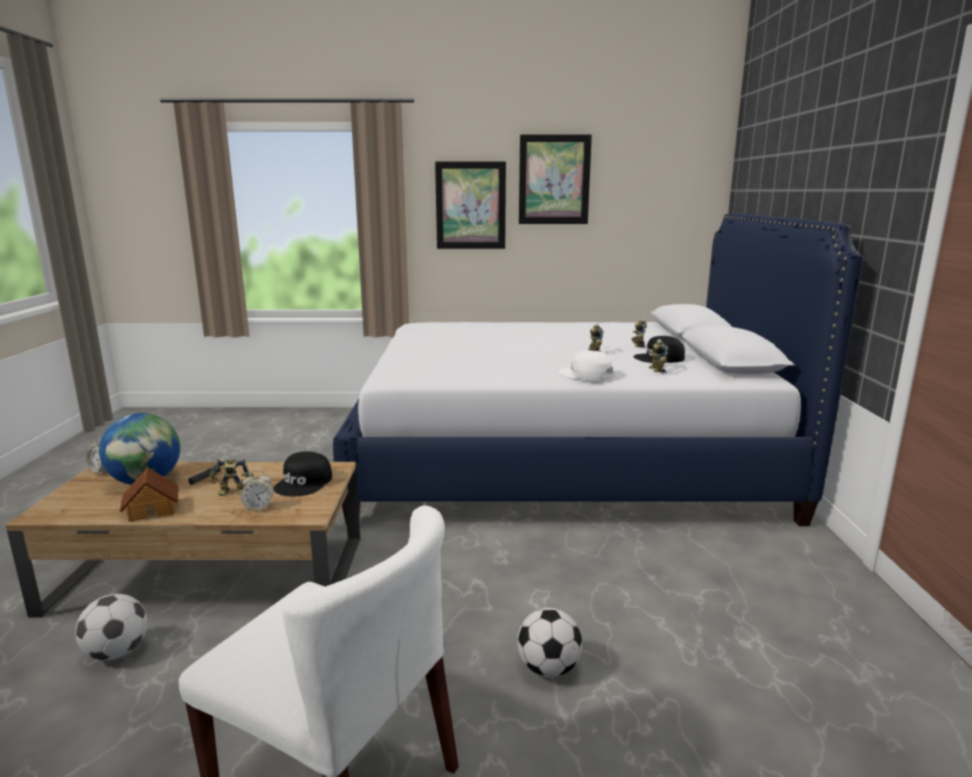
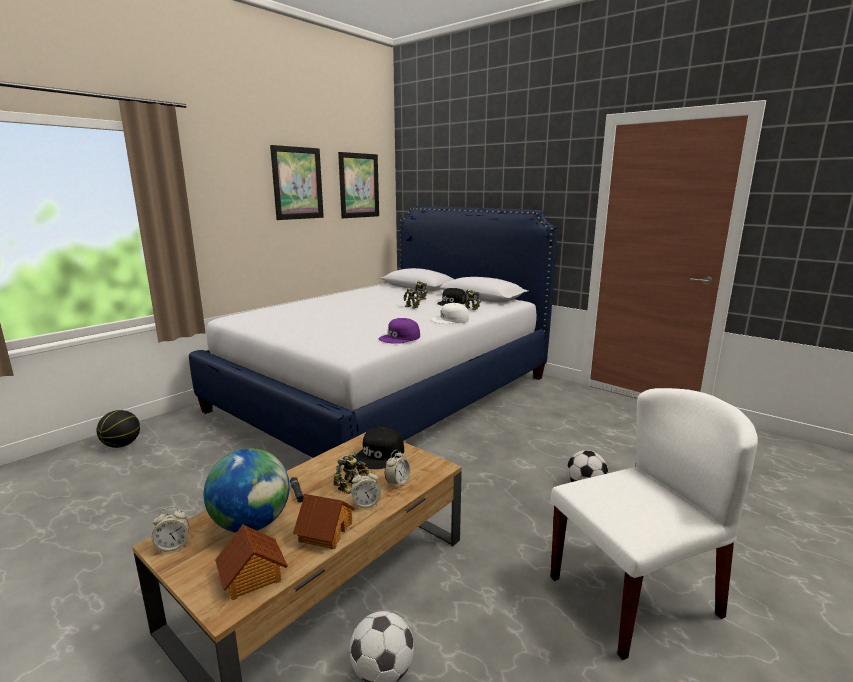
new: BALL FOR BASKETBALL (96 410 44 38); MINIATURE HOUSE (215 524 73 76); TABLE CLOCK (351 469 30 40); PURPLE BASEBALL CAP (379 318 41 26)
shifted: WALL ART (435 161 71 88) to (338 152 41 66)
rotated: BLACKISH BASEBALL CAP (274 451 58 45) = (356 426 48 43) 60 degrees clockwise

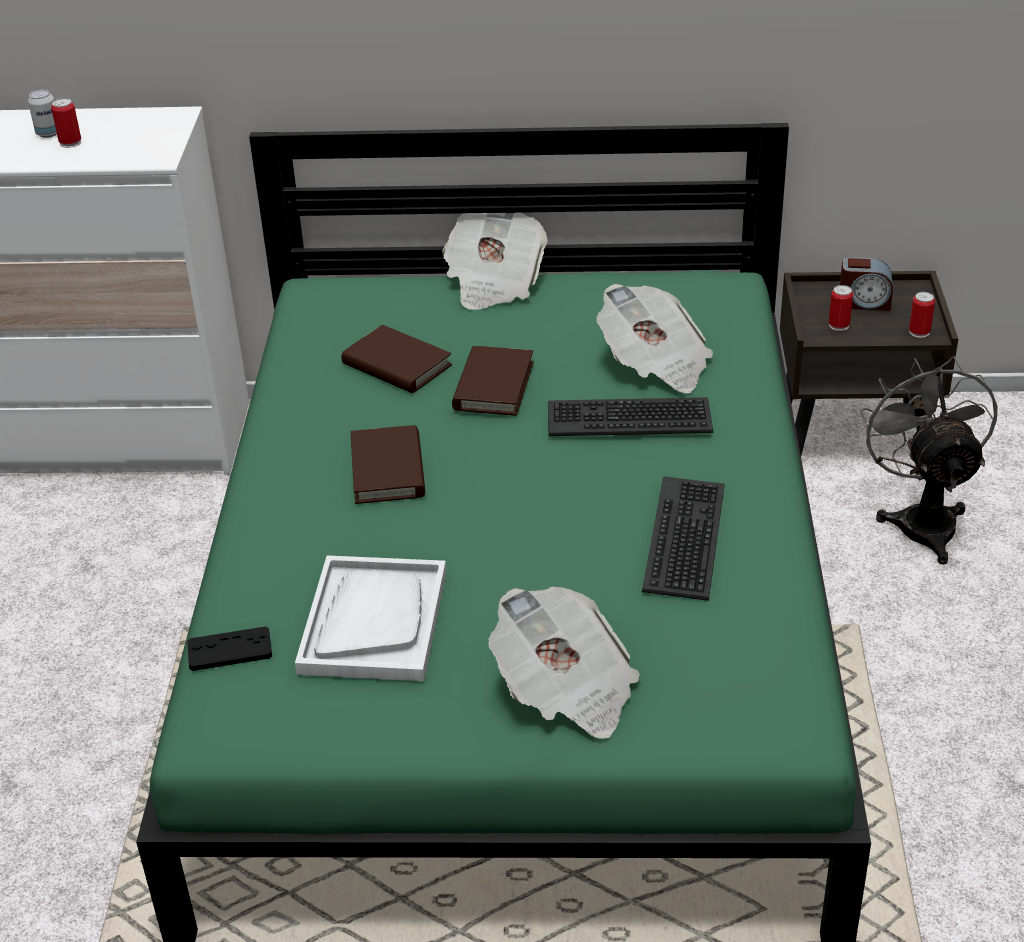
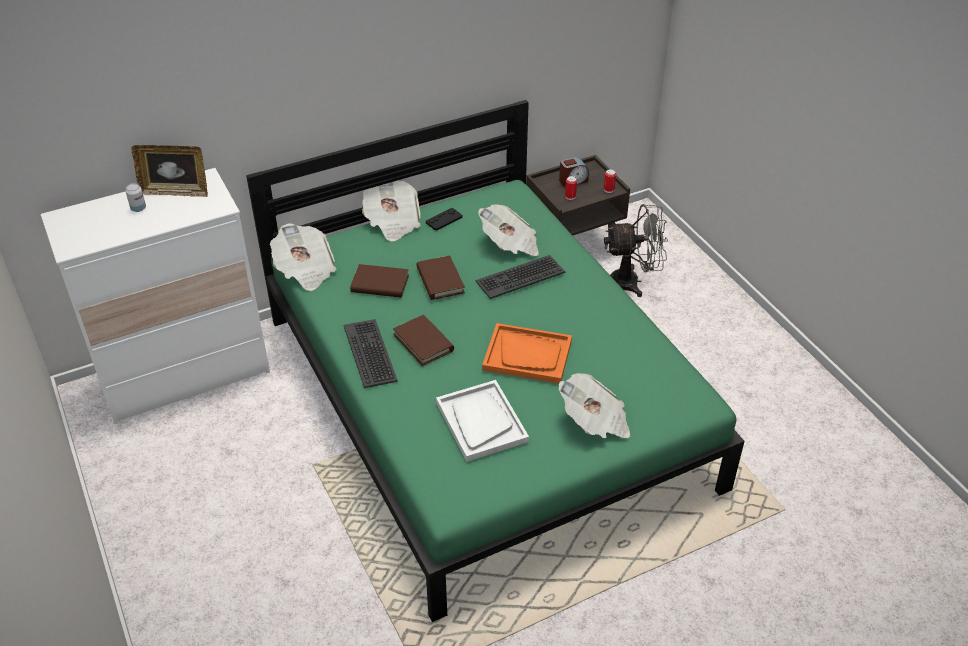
gone: METAL CAN (51 98 30 50)
new: STANDING FRAME (132 145 76 52); NEWSPAPER (270 223 67 68); ORANGE SERVING TRAY (482 323 90 61)
shifted: KEYBOARD (642 476 83 125) to (344 319 54 69); BLACKISH GAMEPAD (187 626 85 45) to (426 208 36 23)
rotated: GRAY ELECTRIC FAN (860 356 138 209) = (604 204 64 93) 120 degrees clockwise

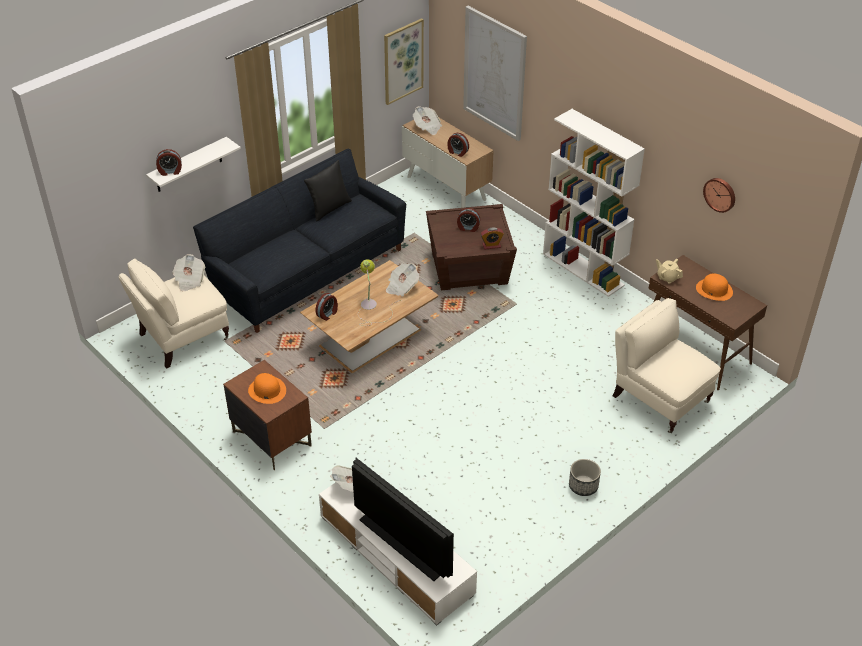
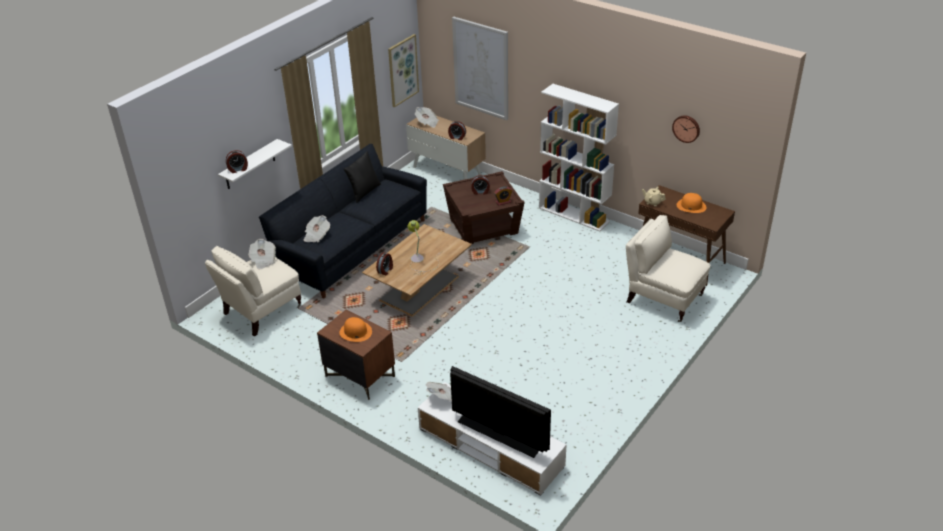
gone: FLOWER POT (569 459 32 37)
shifted: NEWSPAPER (386 263 33 34) to (304 215 26 28)

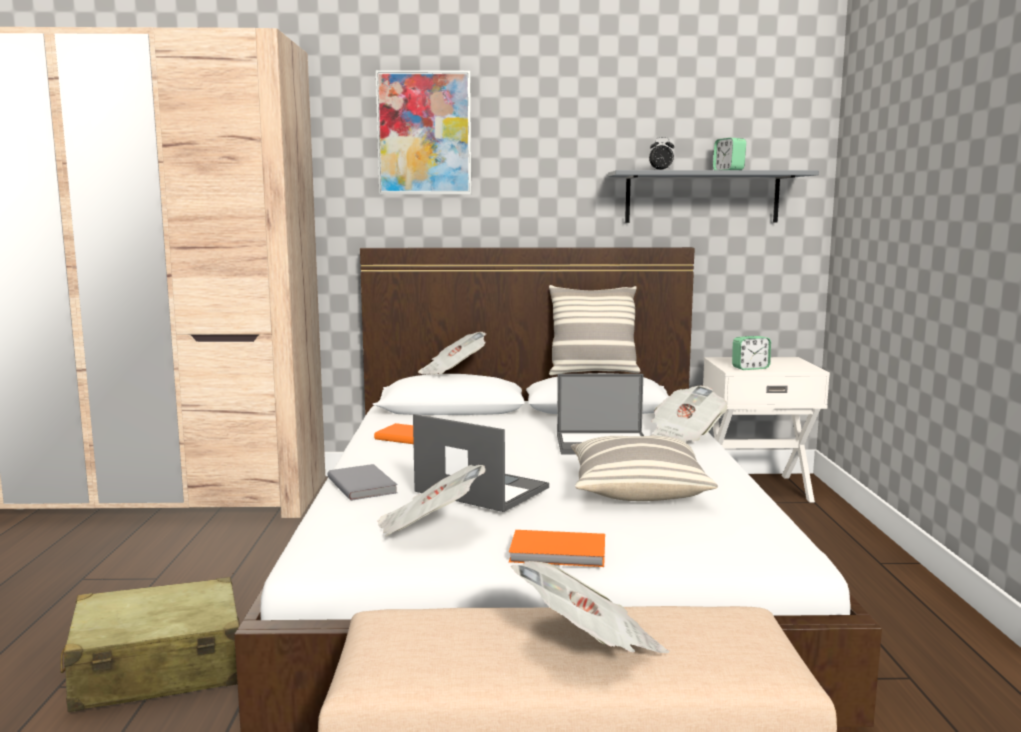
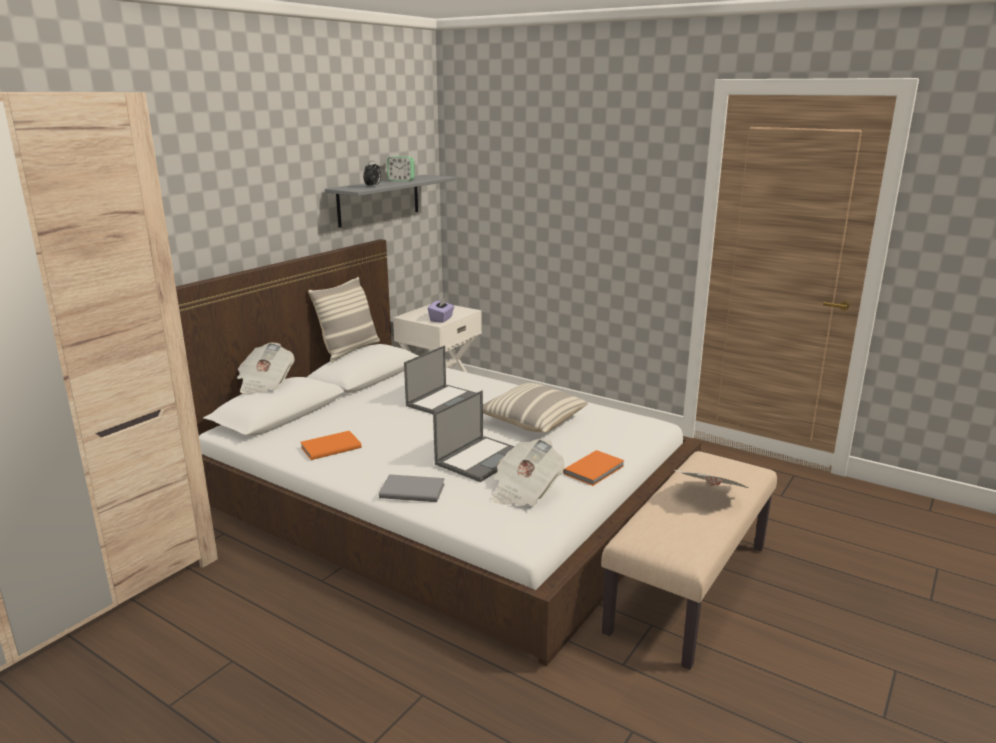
gone: BEIGE SUITCASE (61 577 179 135); WALL ART (376 70 95 124); NEWSPAPER (651 386 76 56)
swapped: TABLE CLOCK (732 336 39 34) to PURPLE TISSUE HOLDER (428 298 27 25)
rotated: LAPTOP (413 414 136 98) = (433 390 81 92) 150 degrees clockwise

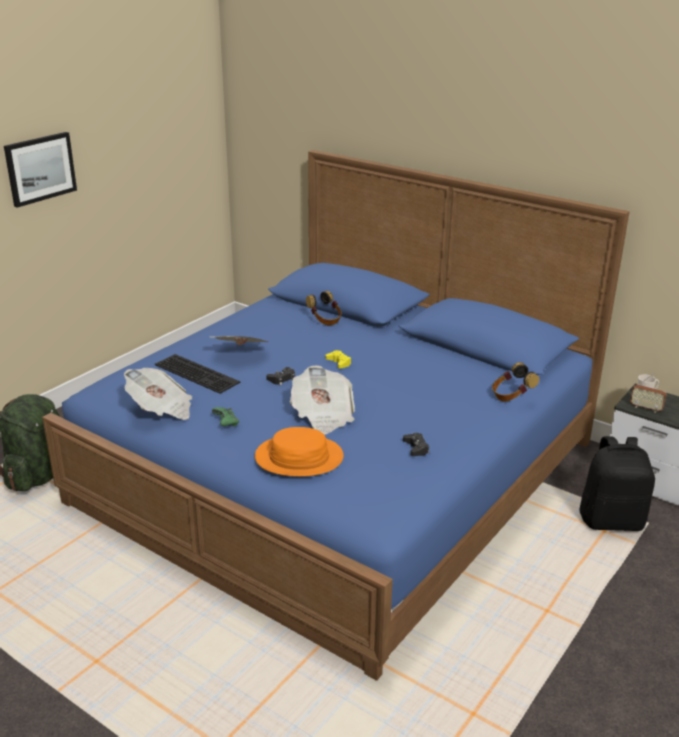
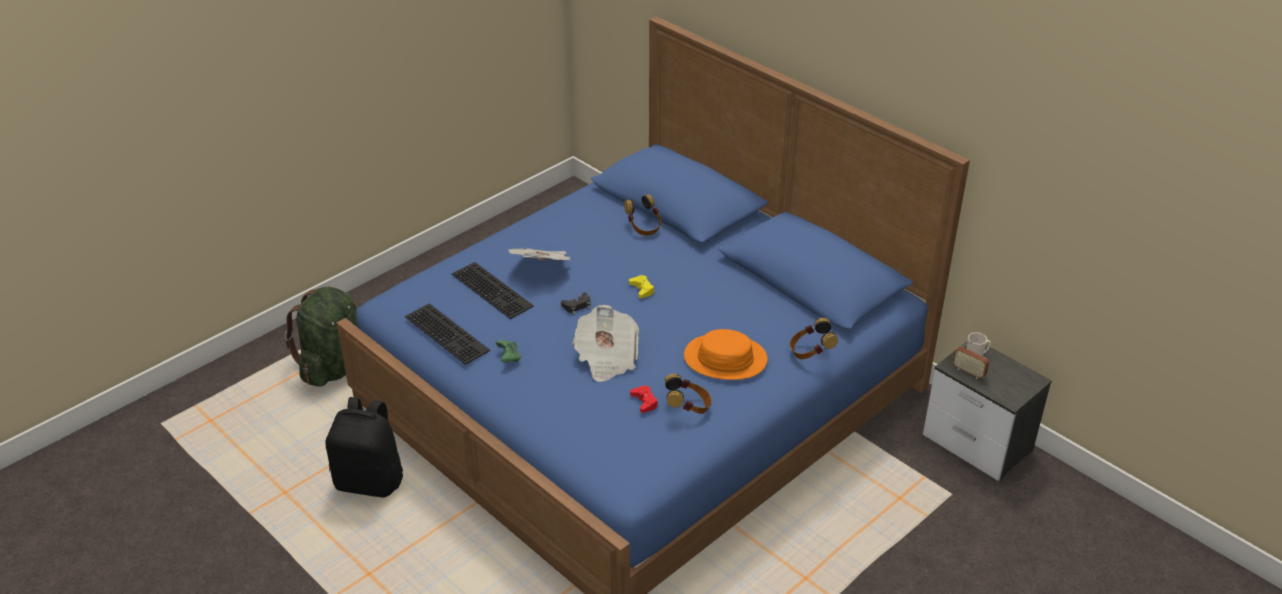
gone: WALL ART (4 132 73 76)
new: RED-COLOURED GAMEPAD (630 386 28 27)
shifted: BLACKISH RUCKSACK (579 436 76 95) to (325 397 78 100); ORANGE WEARABLE HAT (255 427 89 49) to (684 329 84 51)
swapped: NEWSPAPER (124 368 68 52) to KEYBOARD (405 303 85 62); BLACKISH GAMEPAD (403 433 26 23) to PAIR OF HEADPHONES (665 374 47 40)

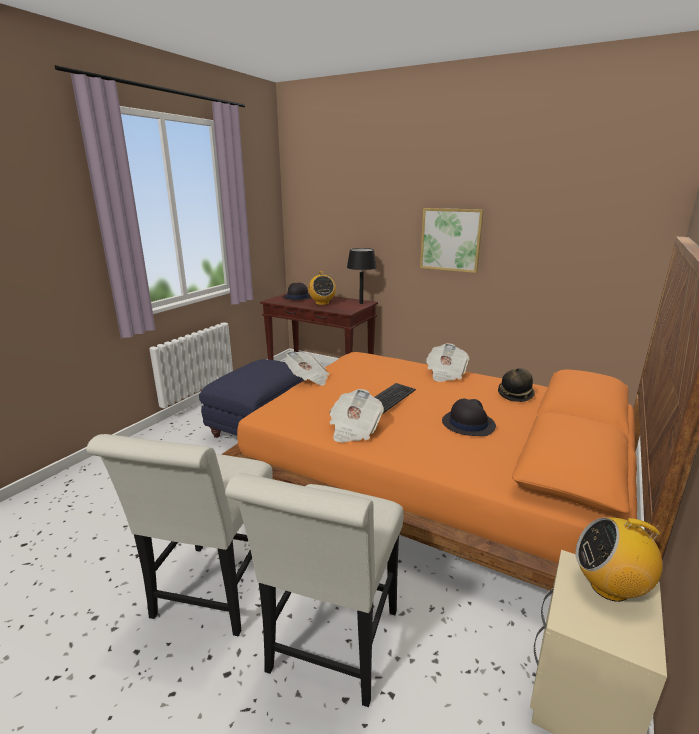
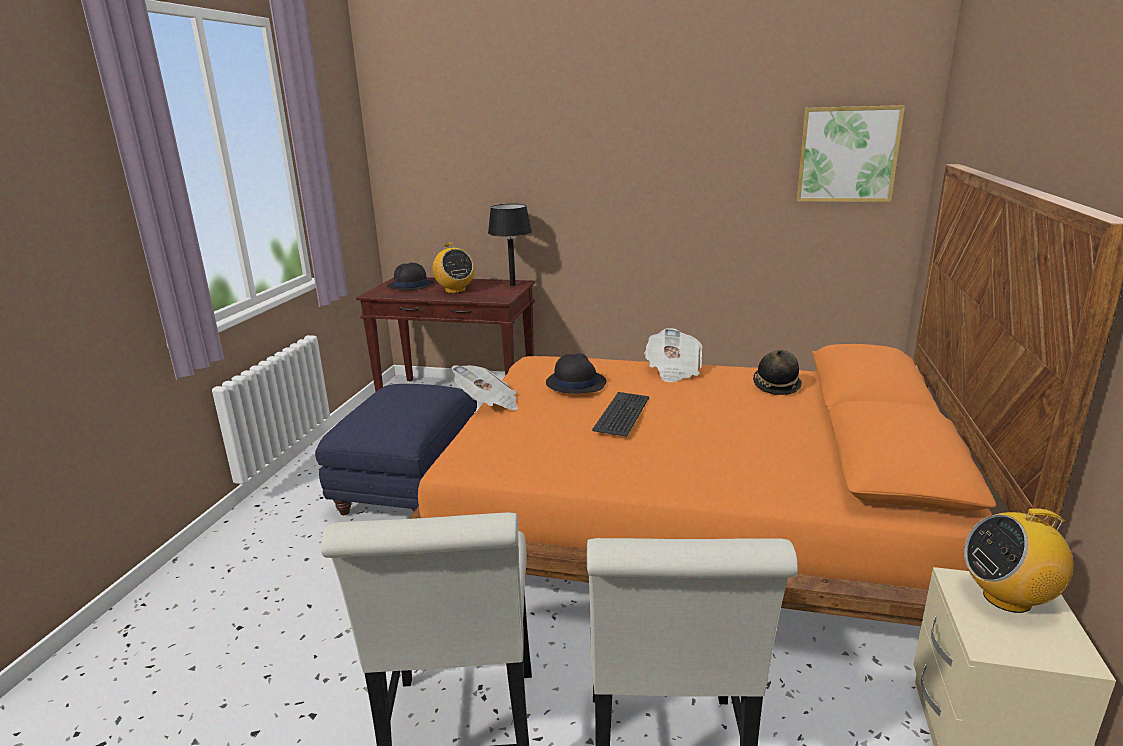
gone: NEWSPAPER (330 389 54 53)
shifted: BLACKISH WEARABLE HAT (442 398 54 38) to (546 353 60 40); WALL ART (420 208 64 65) to (796 105 109 97)

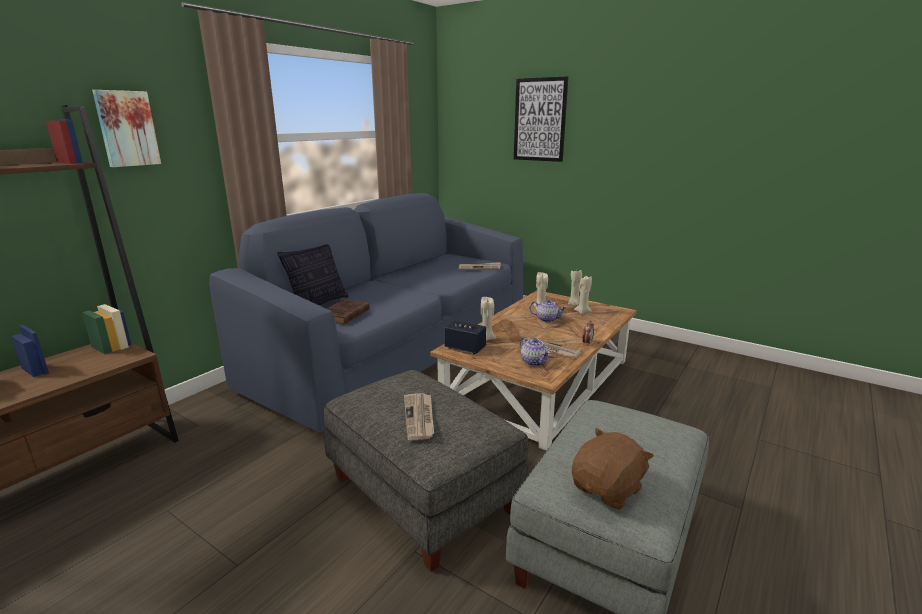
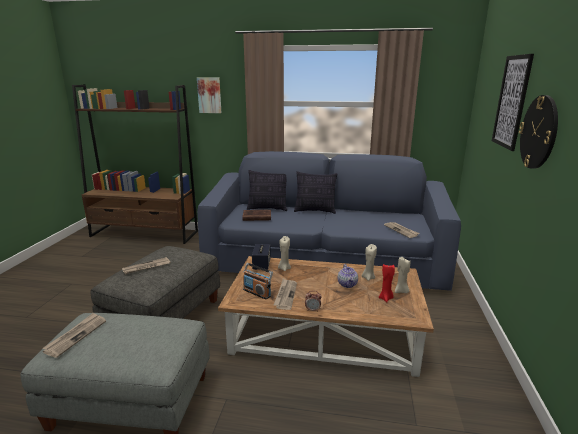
new: THROW PILLOW (294 171 43 43); HANGING CLOCK (519 95 39 74)
swapped: BROWN-COLOURED CUDDLY TOY (572 428 82 82) to NEWSPAPER (42 312 64 46); TEAPOT (520 337 30 29) to RADIO RECEIVER (243 263 30 37)
repainted: BEIGE CANDLE (574 276 18 38) to RED-COLOURED CANDLE (379 264 16 38)

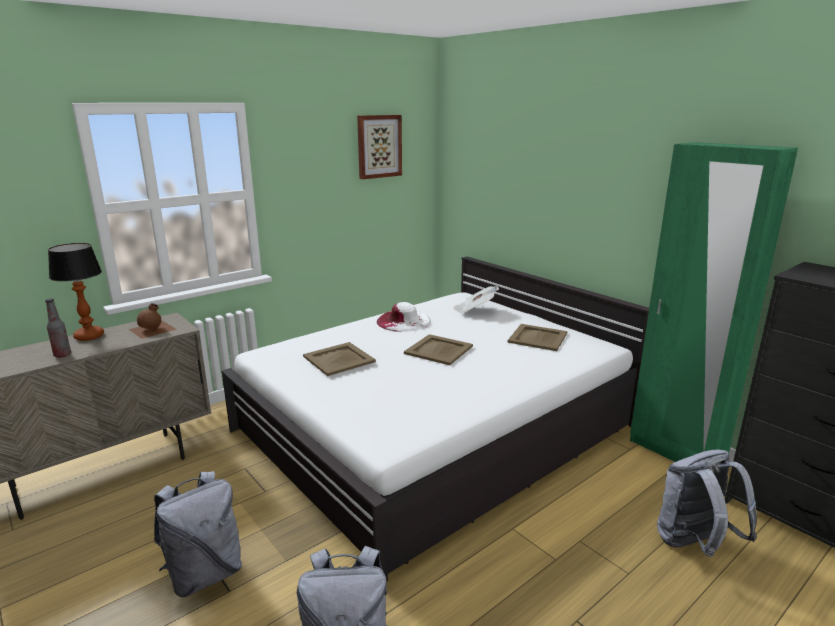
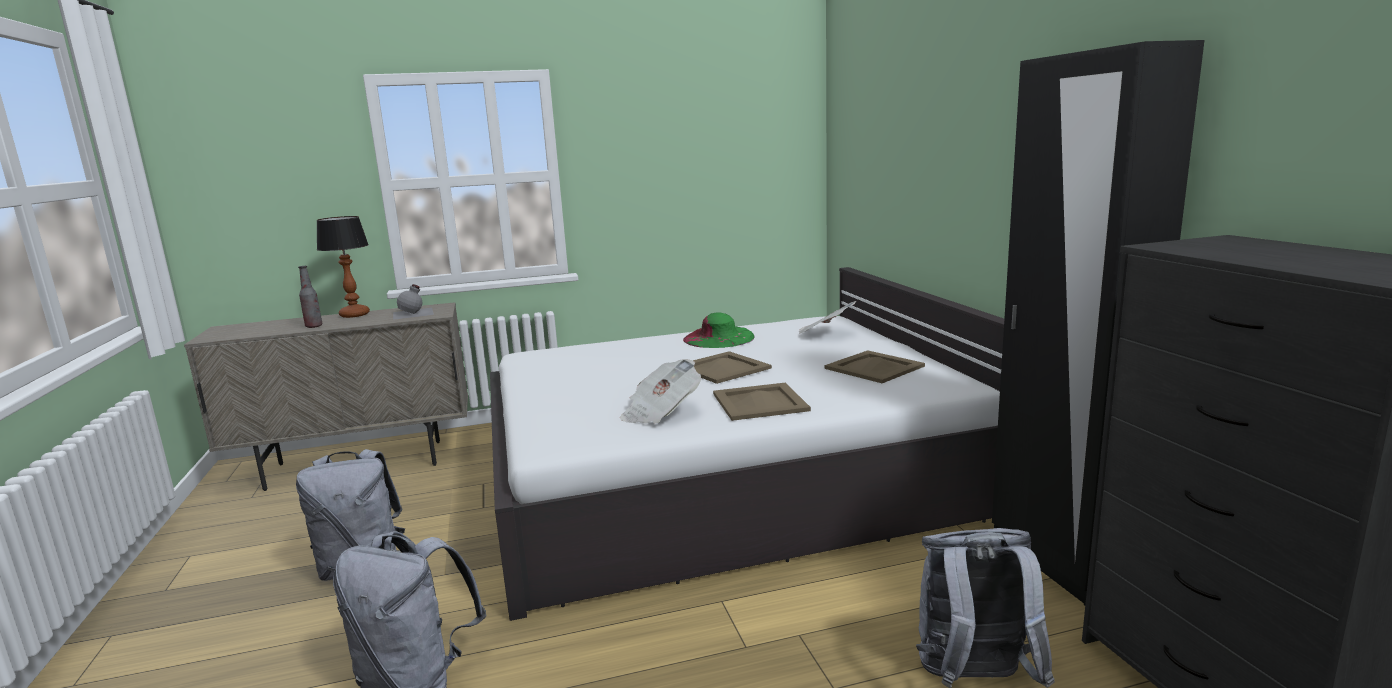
gone: WALL ART (357 115 45 64)
new: NEWSPAPER (620 359 81 65)
shifted: BEIGE SERVING TRAY (303 342 73 34) to (713 383 98 38)
repainted: BROWN-COLOURED BEVERAGE BOTTLE (128 303 48 36) to GRAY BEVERAGE BOTTLE (393 284 41 36); WHITISH WEARABLE HAT (377 302 54 30) to GREEN-COLOURED WEARABLE HAT (683 313 71 35); GREEN-COLOURED WARDROBE (630 142 168 320) to BLACKISH WARDROBE (992 40 213 565)

